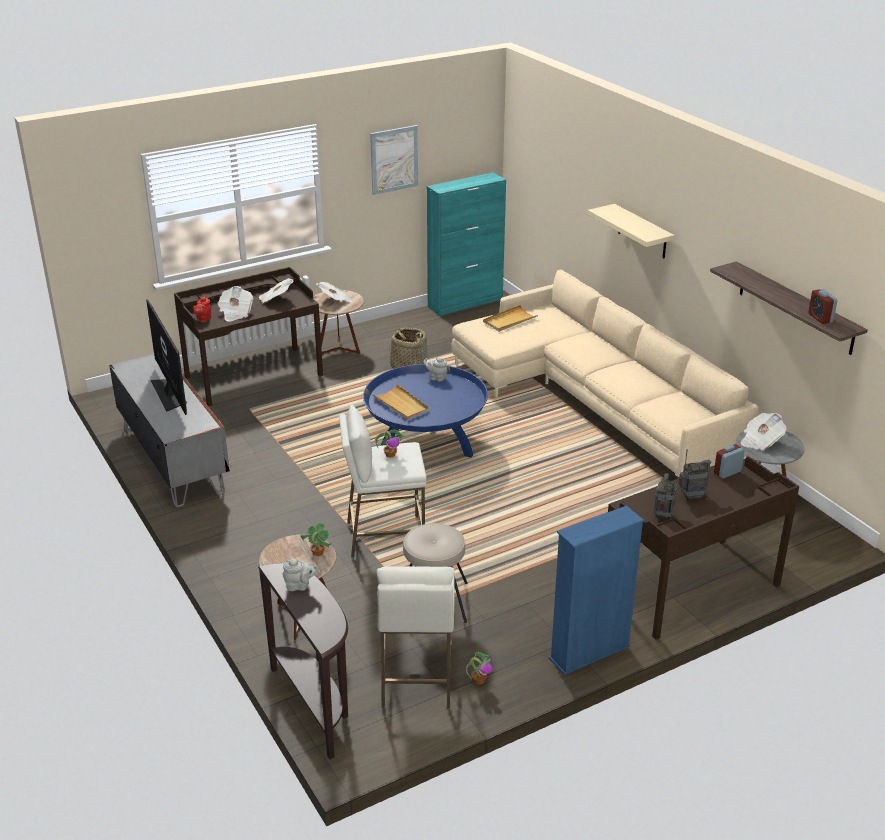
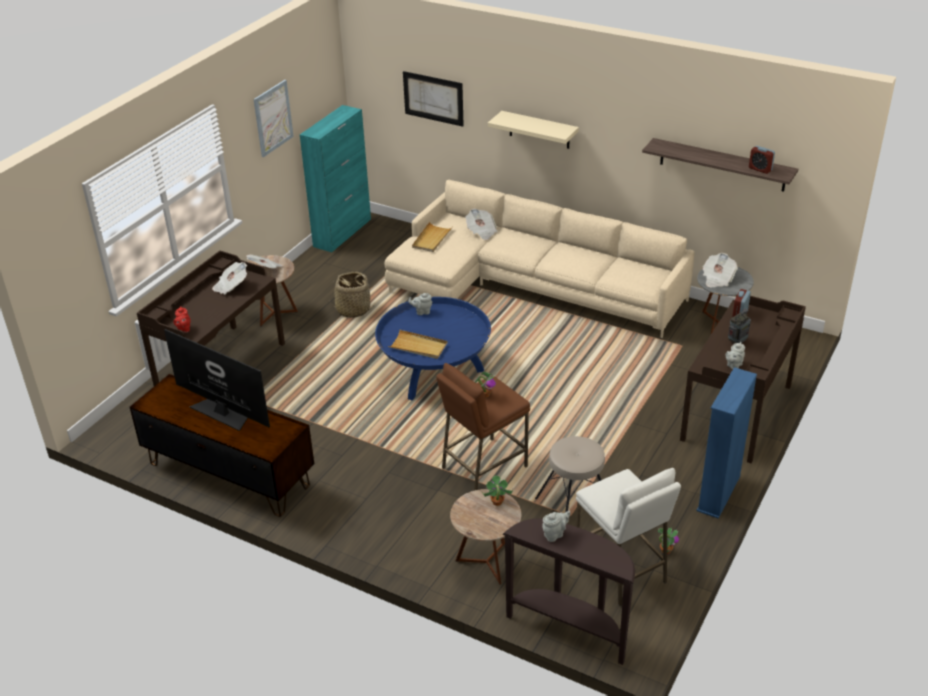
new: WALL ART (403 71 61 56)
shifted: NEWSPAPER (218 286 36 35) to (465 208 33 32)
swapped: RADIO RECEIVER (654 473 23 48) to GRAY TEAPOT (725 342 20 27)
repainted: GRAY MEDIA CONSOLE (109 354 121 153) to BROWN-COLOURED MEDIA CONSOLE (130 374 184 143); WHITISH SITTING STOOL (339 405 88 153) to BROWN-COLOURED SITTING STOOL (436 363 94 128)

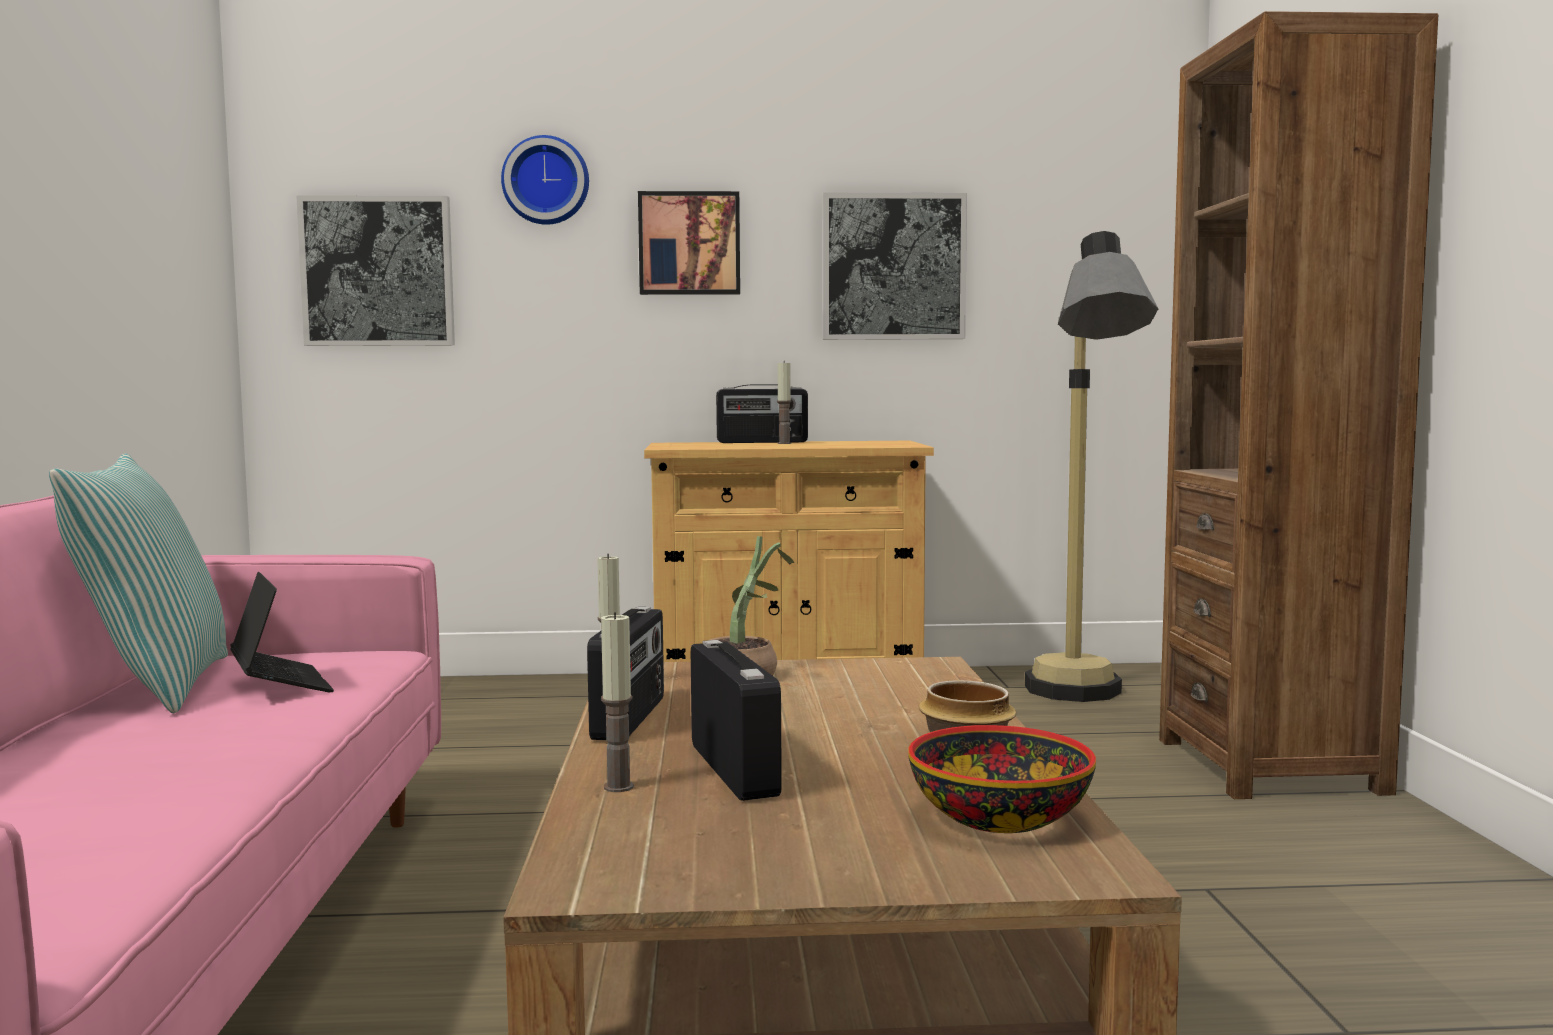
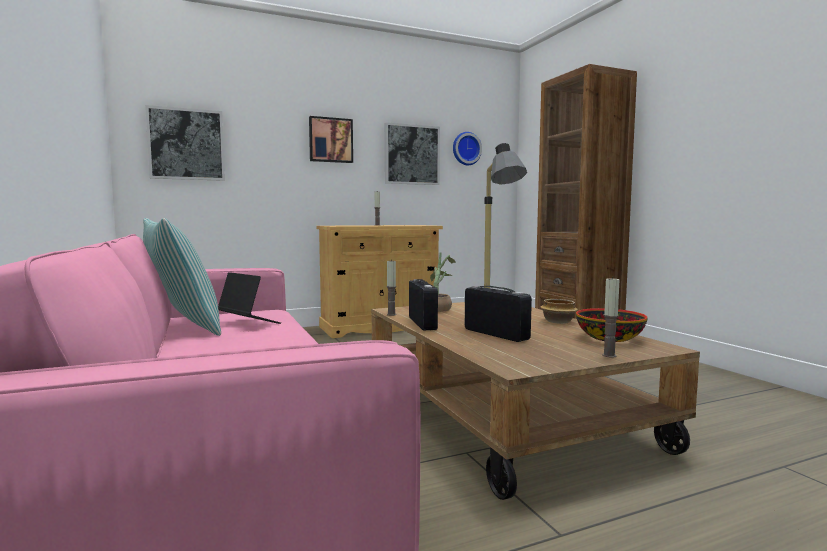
gone: RADIO RECEIVER (716 384 92 59)
shifted: HANGING CLOCK (501 135 88 90) to (453 132 29 33); CANDLE (601 612 33 180) to (602 277 18 81)

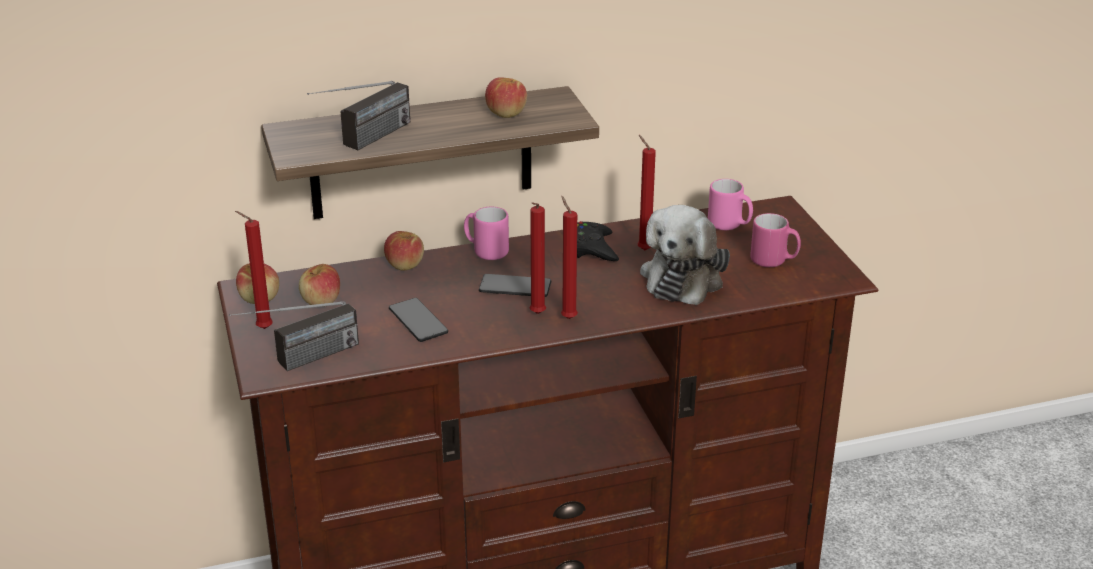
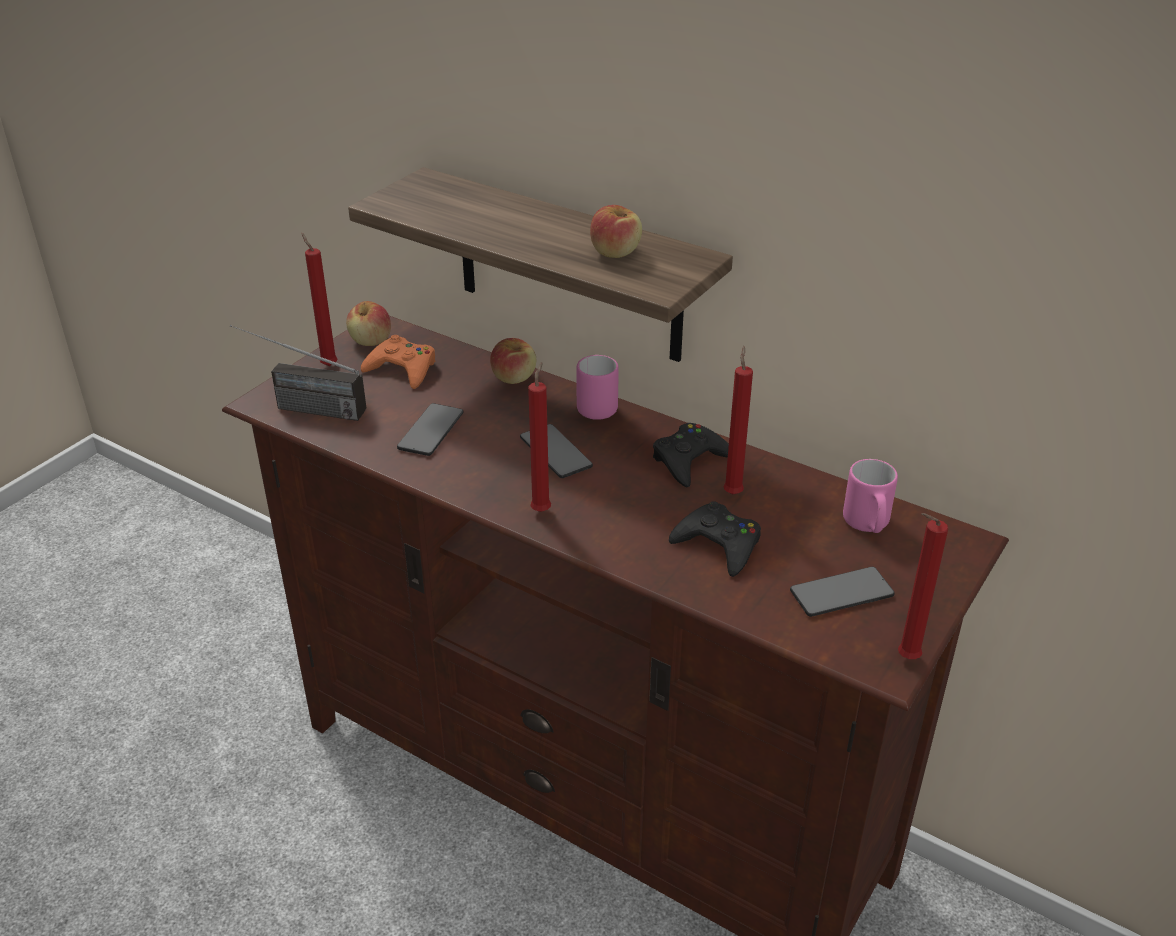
gone: RADIO RECEIVER (307 81 104 69)
shifted: RED-COLOURED CANDLE (530 202 16 112) to (898 513 50 146)
swapped: WHOLE APPLE (299 264 41 43) to ORANGE GAMEPAD (361 335 74 54); CUDDLY TOY (640 205 90 100) to BLACKISH GAMEPAD (669 501 92 76); PINK-COLOURED TEA MUG (750 213 51 54) to PHONE (790 567 105 50)

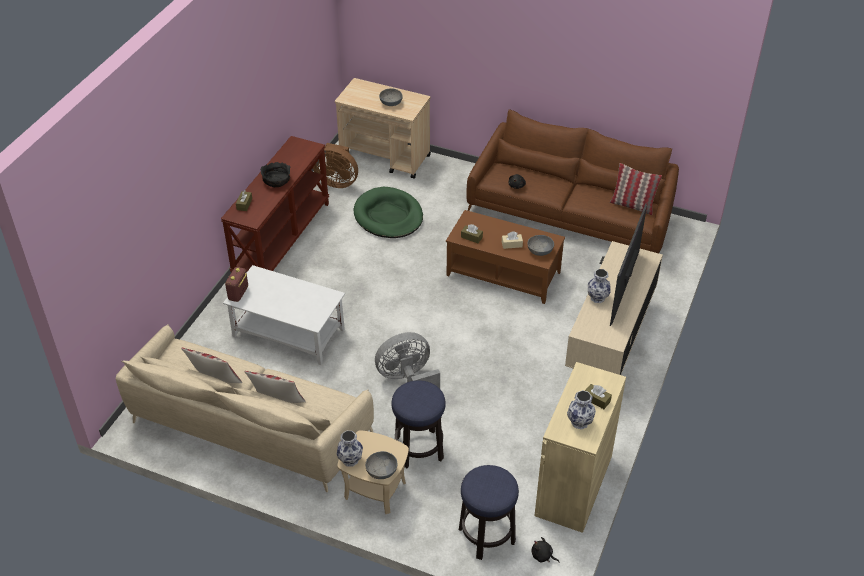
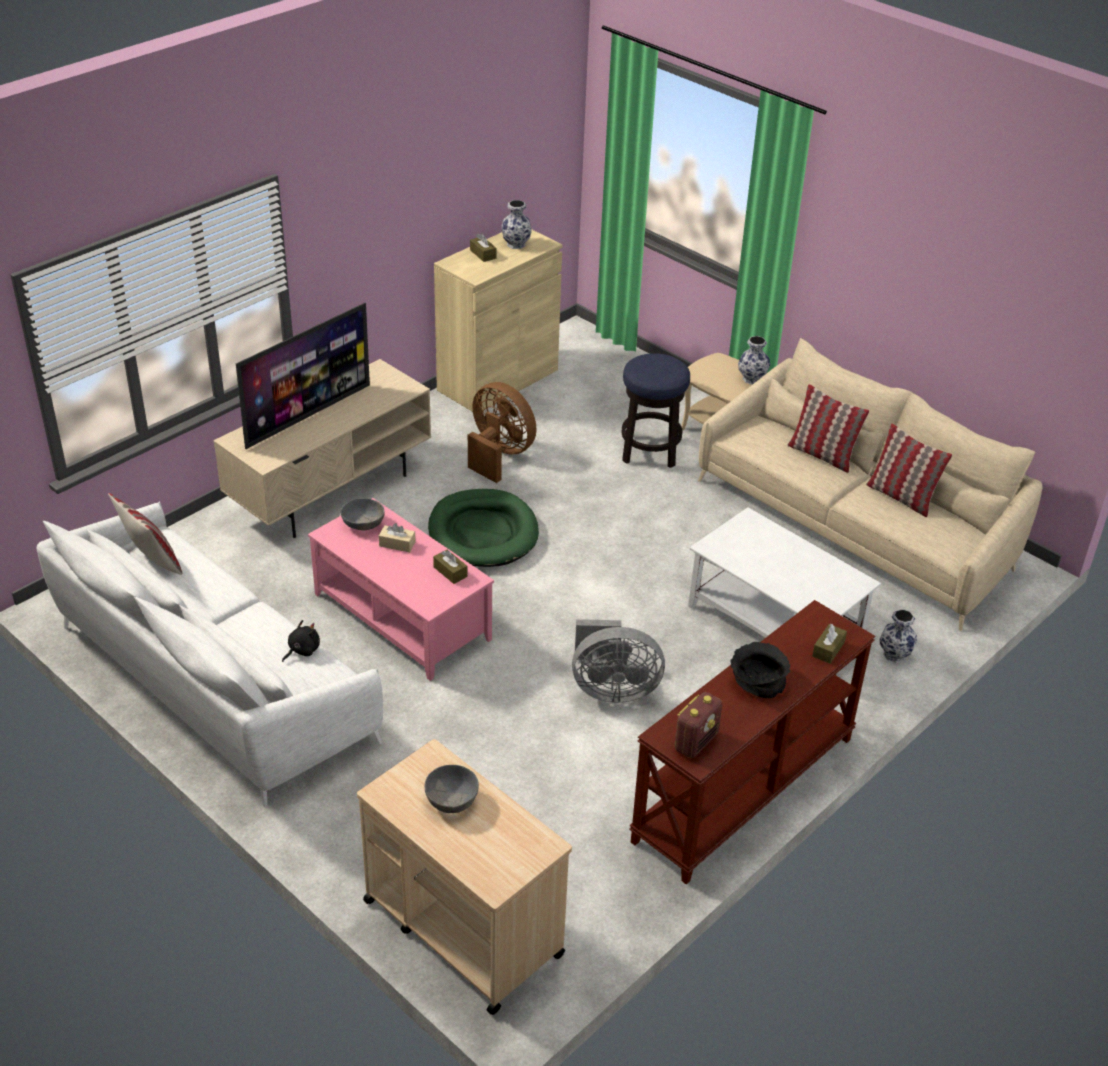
gone: GRAY BOWL (365 451 33 28); SITTING STOOL (459 465 60 95); BLACKISH CUDDLY TOY (532 537 28 26)
shifted: GREEN-COLOURED PET BED (354 187 69 51) to (428 489 111 78); BROWN-COLOURED ELECTRIC FAN (313 143 45 45) to (468 382 68 101); GRAY ELECTRIC FAN (375 332 65 56) to (572 619 93 84); RADIO RECEIVER (225 267 23 35) to (675 692 48 66); DECORATIVE VASE (588 269 23 34) to (879 609 38 54)
repainted: BROWN-COLOURED SETTEE (466 110 213 143) to WHITISH SETTEE (36 502 347 305); BROWN-COLOURED COFFEE TABLE (446 210 119 94) to PINK-COLOURED COFFEE TABLE (308 498 186 183)

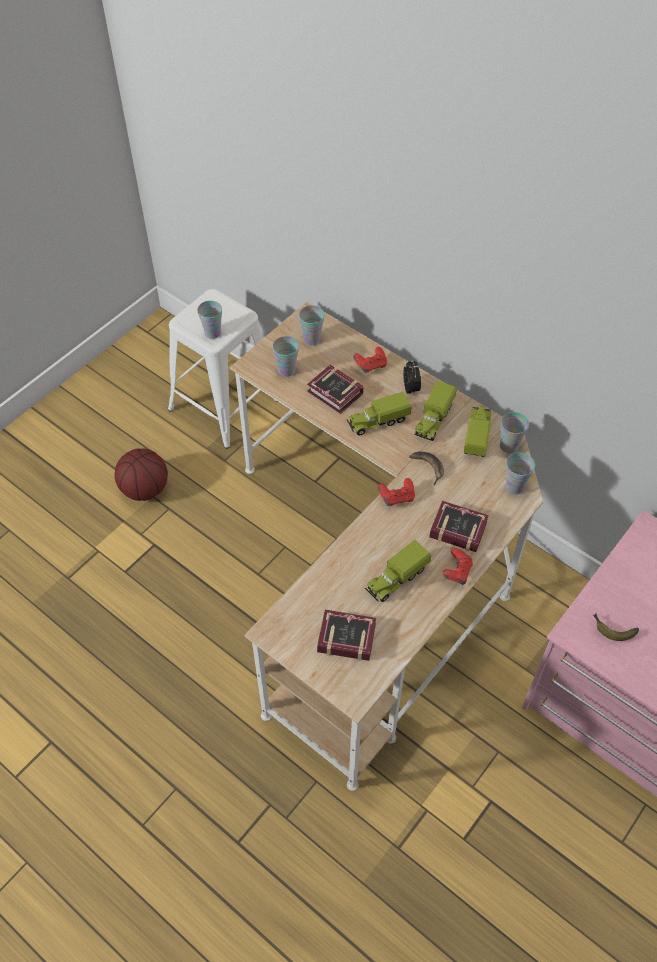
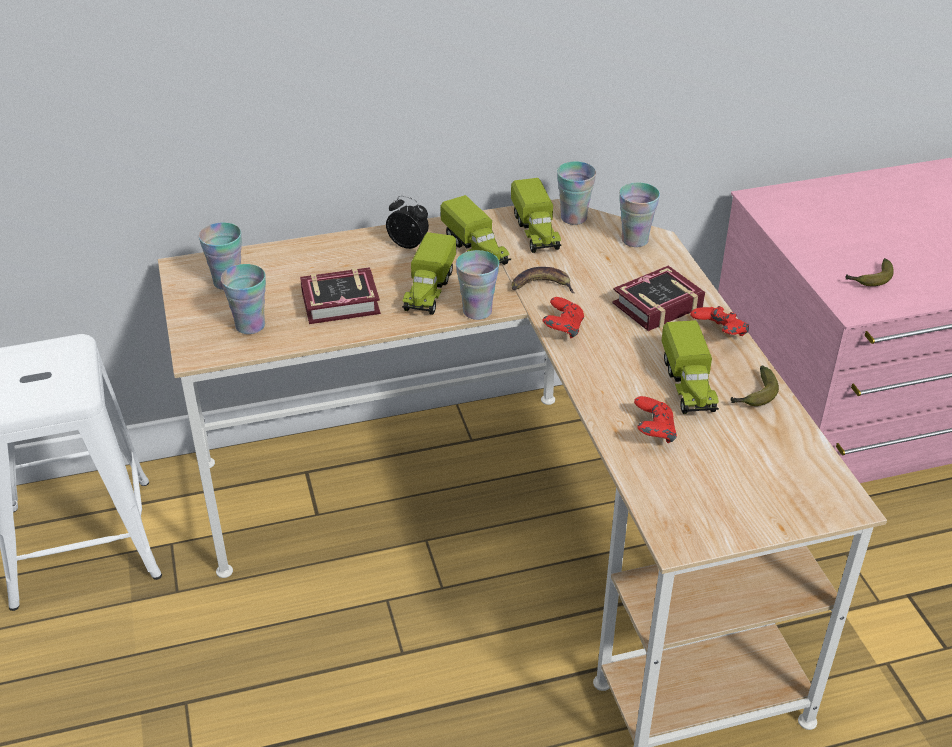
gone: BALL FOR BASKETBALL (115 448 53 53); BOOK (317 610 59 51)
new: WHOLE BANANA (730 366 49 40)
shifted: DRINKING CUP (197 301 25 38) to (456 250 43 70); RED-COLOURED GAMEPAD (353 347 34 26) to (634 396 43 47)
rotated: MODEL TRUCK (464 406 27 51) = (511 178 50 75) 150 degrees counterclockwise

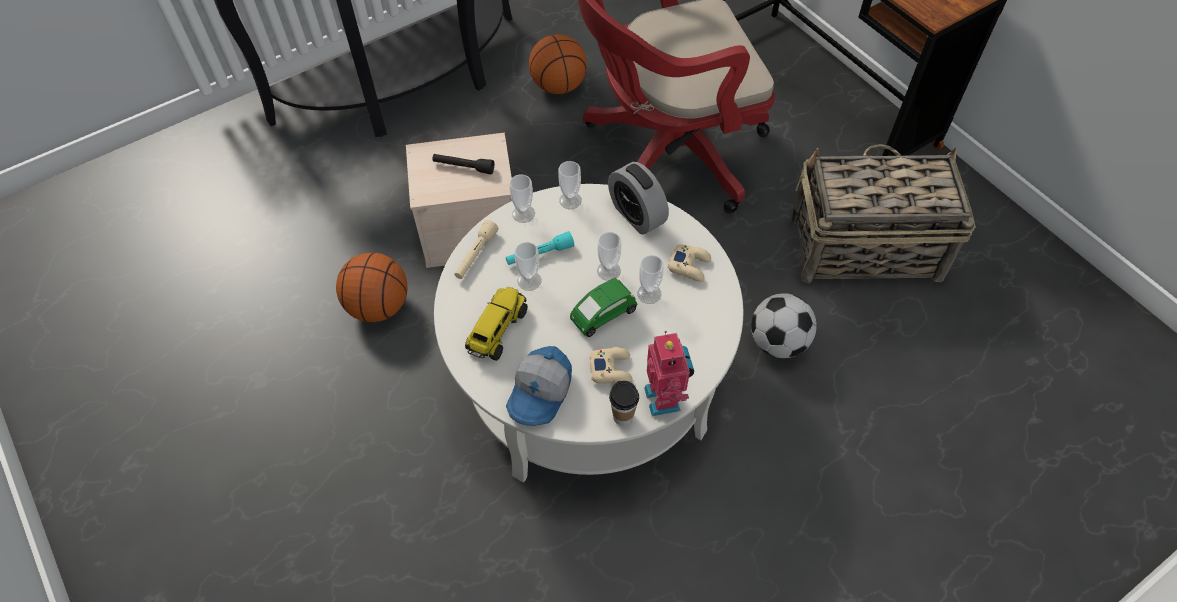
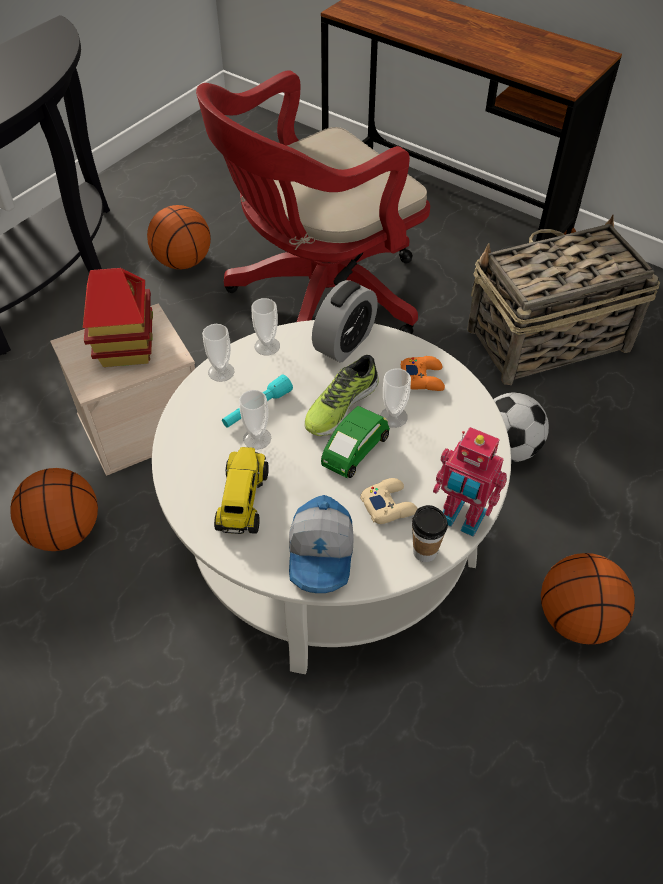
gone: BEIGE HAND TORCH (454 220 45 59)
new: BALL FOR BASKETBALL (541 553 94 92)
swapped: BLACKISH HAND TORCH (433 154 61 20) to MINIATURE HOUSE (83 268 70 99); DRINKING CUP (597 232 24 49) to ITEM OF FOOTWEAR (304 355 75 81)
repainted: BEIGE GAMEPAD (668 245 43 37) to ORANGE GAMEPAD (401 356 44 35)
rotated: TABLE CLOCK (608 162 61 72) = (312 280 66 82) 90 degrees counterclockwise; TOY ROBOT (644 331 50 85) = (433 427 74 110) 150 degrees clockwise

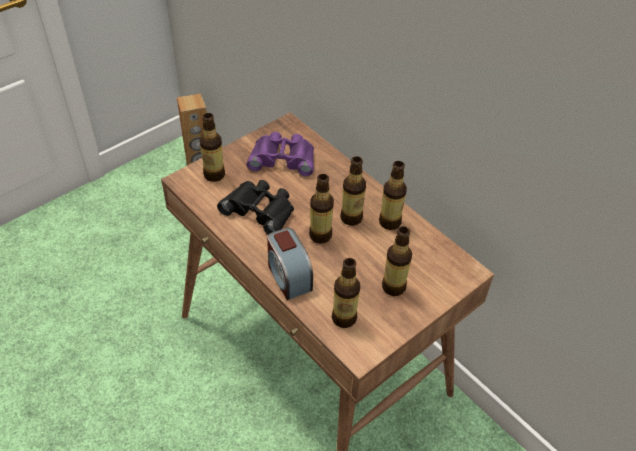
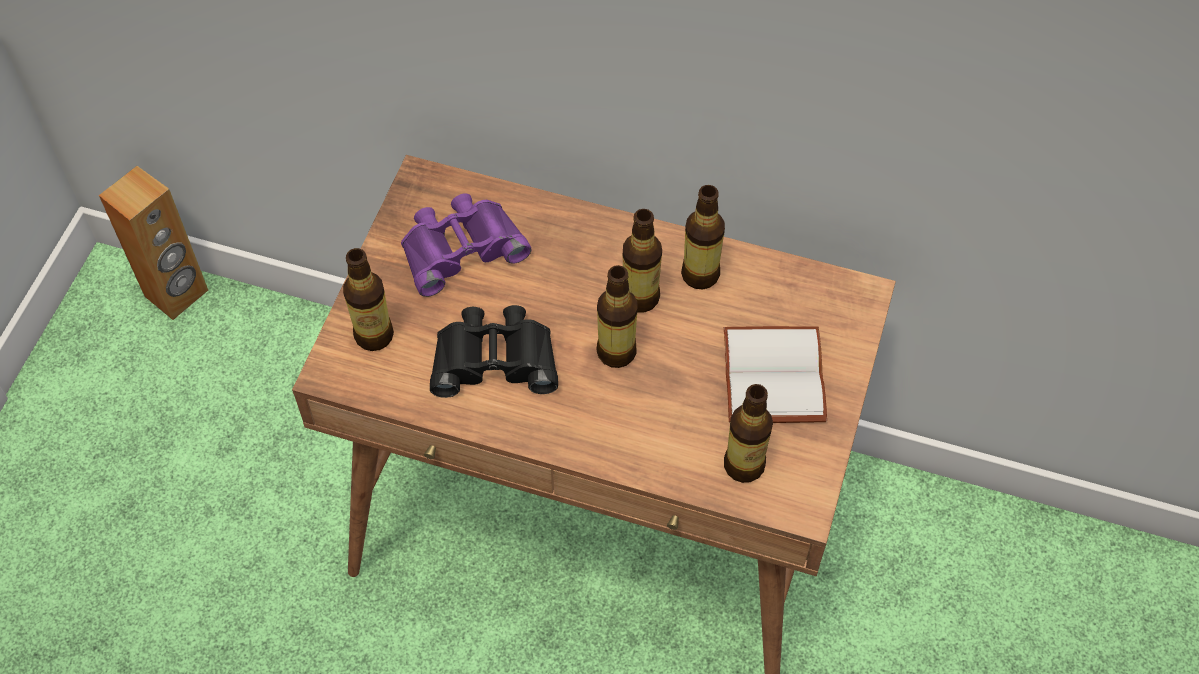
gone: TABLE CLOCK (267 228 46 72)
swapped: BEVERAGE BOTTLE (382 226 30 70) to WHITISH BOOK (724 326 103 97)

